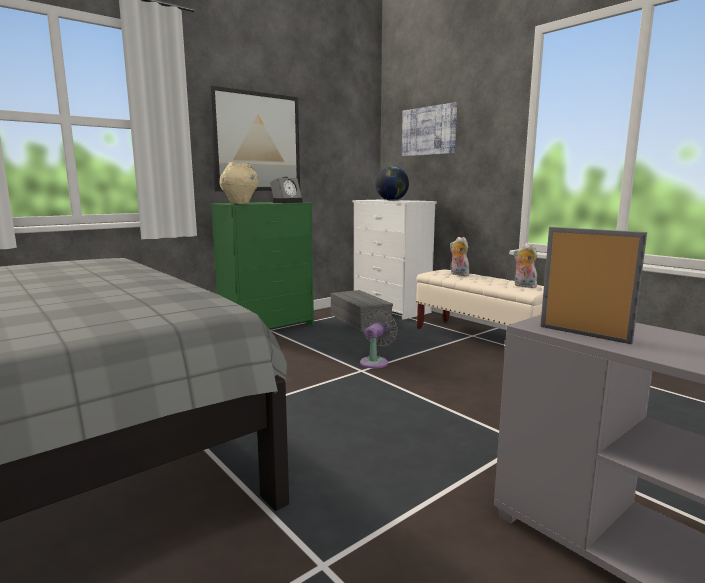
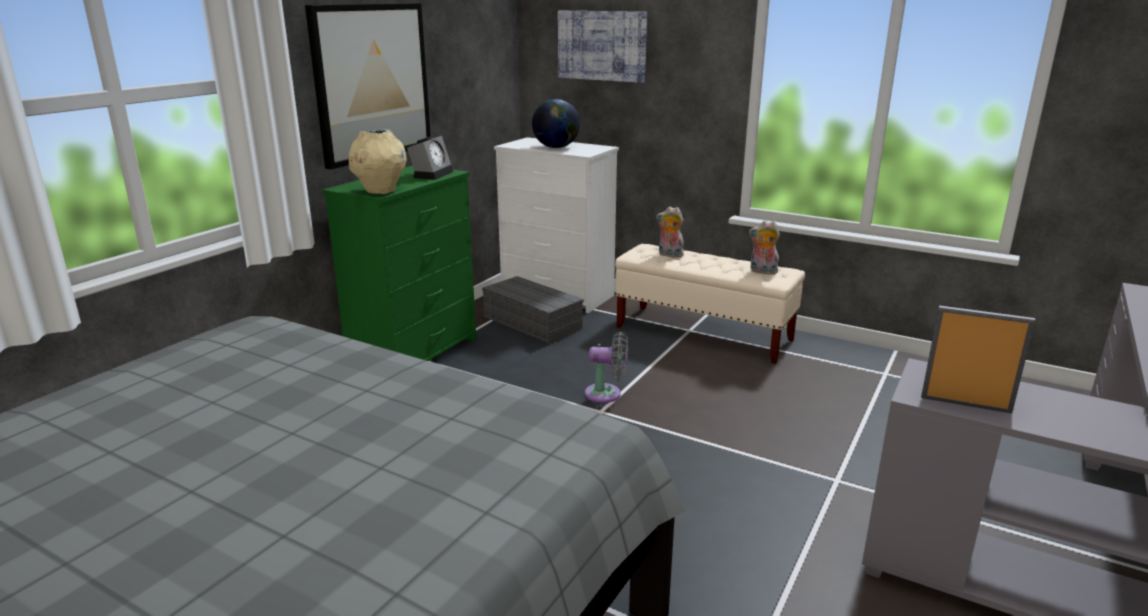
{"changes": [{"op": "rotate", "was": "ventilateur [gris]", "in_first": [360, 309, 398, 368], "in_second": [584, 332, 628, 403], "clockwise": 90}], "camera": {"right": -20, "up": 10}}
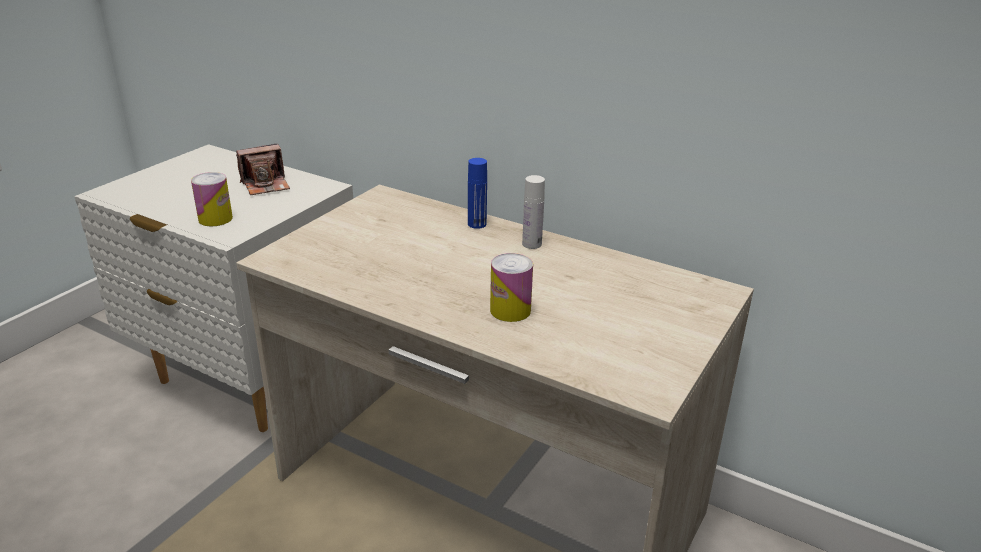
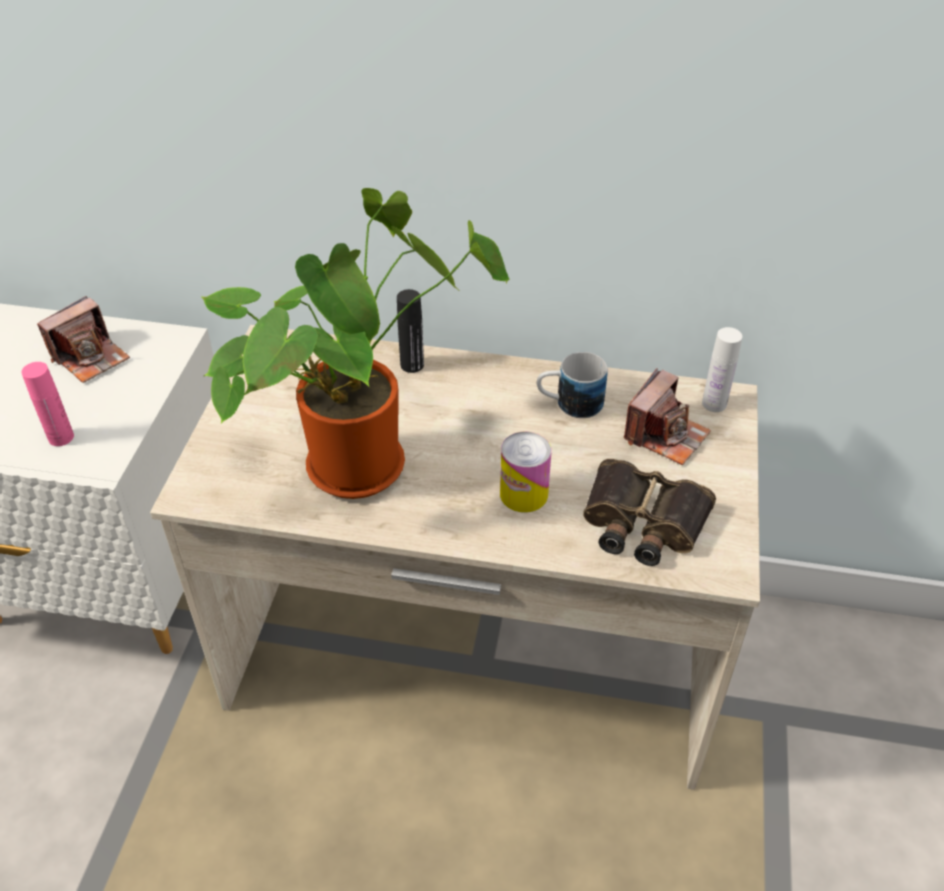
{"changes": [{"op": "recolor", "was": "bouteille [bleu]", "now": "bouteille [noir]", "in_first": [468, 158, 487, 229], "in_second": [397, 289, 424, 373]}, {"op": "replace", "was": "boîte métallique", "now": "bouteille [rose]", "in_first": [191, 172, 233, 226], "in_second": [21, 362, 74, 446]}, {"op": "move", "was": "bouteille [blanc]", "in_first": [522, 175, 545, 249], "in_second": [702, 327, 743, 412]}, {"op": "insert", "now": "plante en pot", "in_second": [202, 188, 510, 499]}, {"op": "insert", "now": "mug", "in_second": [537, 352, 608, 418]}, {"op": "insert", "now": "appareil photo", "in_second": [624, 368, 711, 465]}, {"op": "insert", "now": "jumelles", "in_second": [583, 459, 716, 566]}], "camera": {"right": -20, "up": 15}}
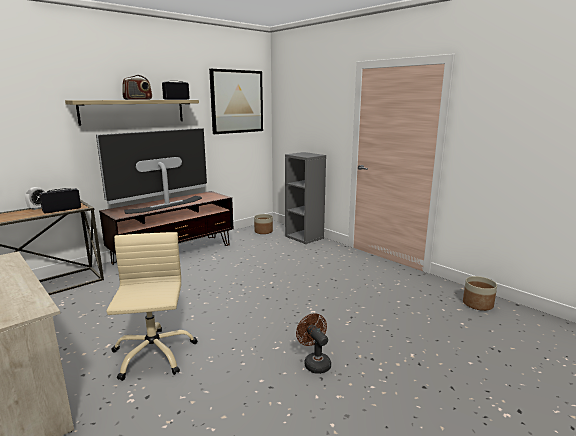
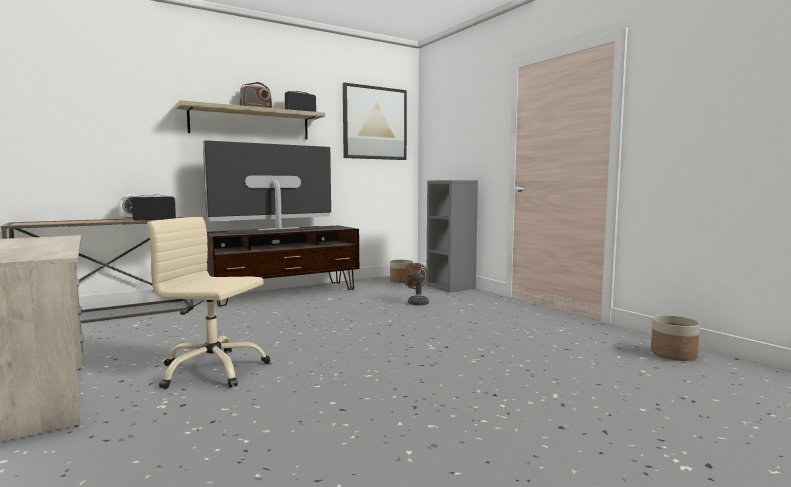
{"changes": [{"op": "rotate", "was": "chaise de bureau [beige]", "in_first": [106, 232, 197, 381], "in_second": [147, 217, 271, 389], "clockwise": -75}, {"op": "move", "was": "ventilateur [marron]", "in_first": [296, 313, 331, 374], "in_second": [402, 263, 429, 306]}], "camera": {"right": 10, "up": -10}}
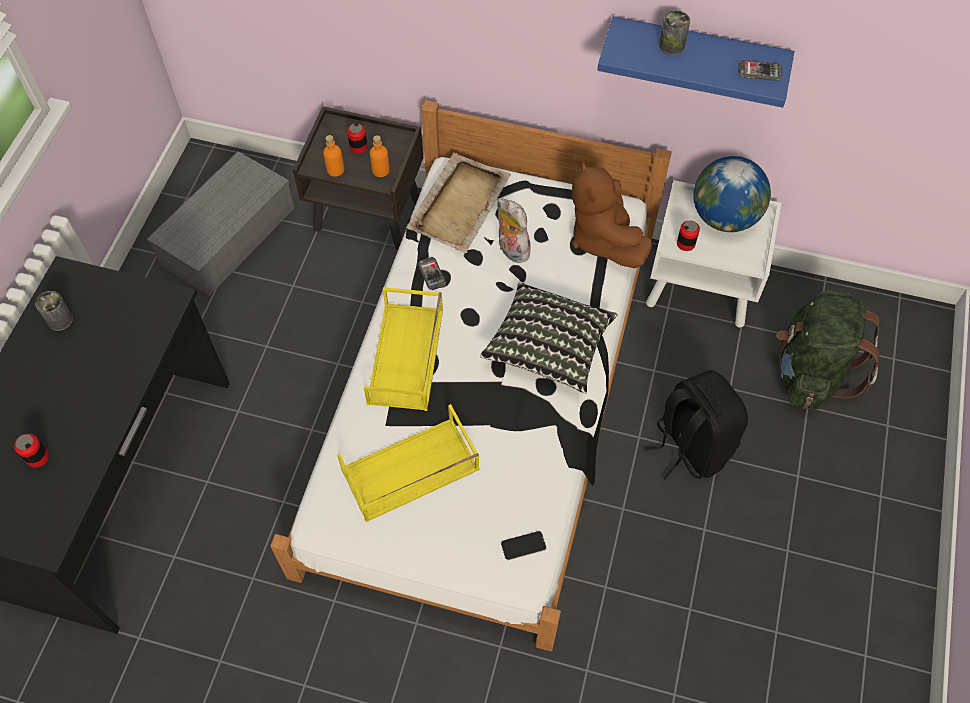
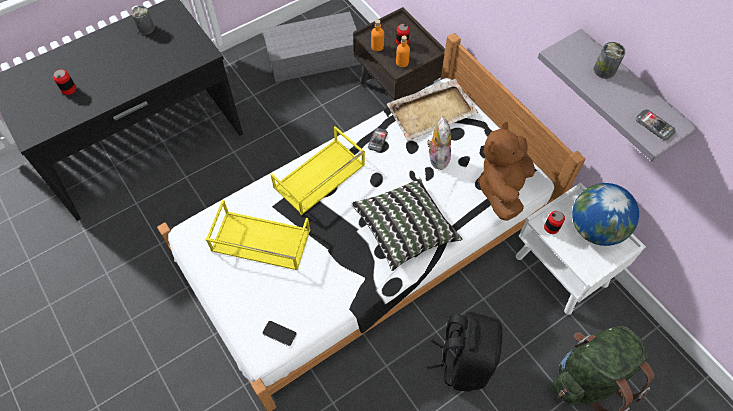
{"changes": [{"op": "recolor", "was": "étagère [bleu]", "now": "étagère [gris]", "in_first": [597, 16, 795, 108], "in_second": [538, 29, 698, 162]}], "camera": {"right": 40, "up": 0}}
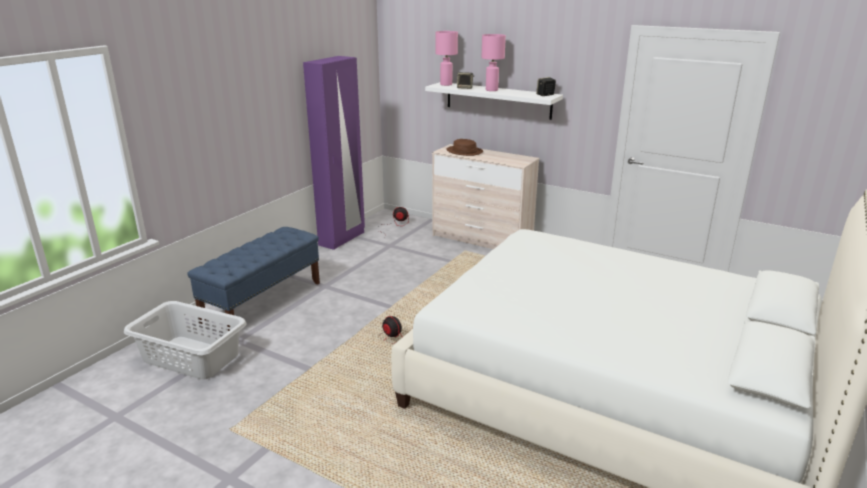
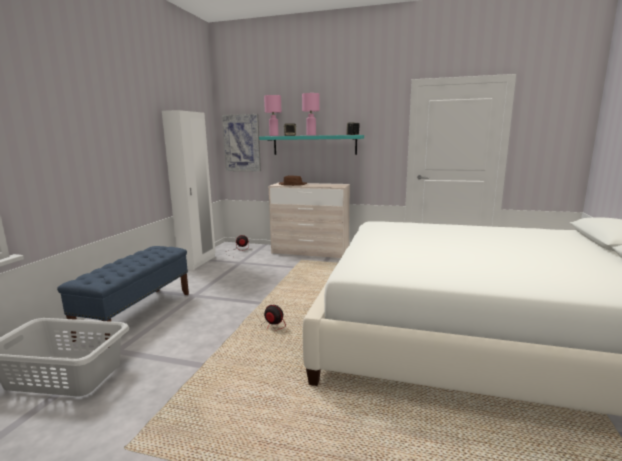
{"changes": [{"op": "recolor", "was": "armoire [violet]", "now": "armoire [blanc]", "in_first": [303, 56, 365, 250], "in_second": [162, 110, 216, 270]}, {"op": "recolor", "was": "étagère [blanc]", "now": "étagère [turquoise]", "in_first": [425, 82, 563, 120], "in_second": [259, 135, 364, 155]}, {"op": "insert", "now": "tableau", "in_second": [222, 114, 261, 171]}], "camera": {"right": -15, "up": -10}}
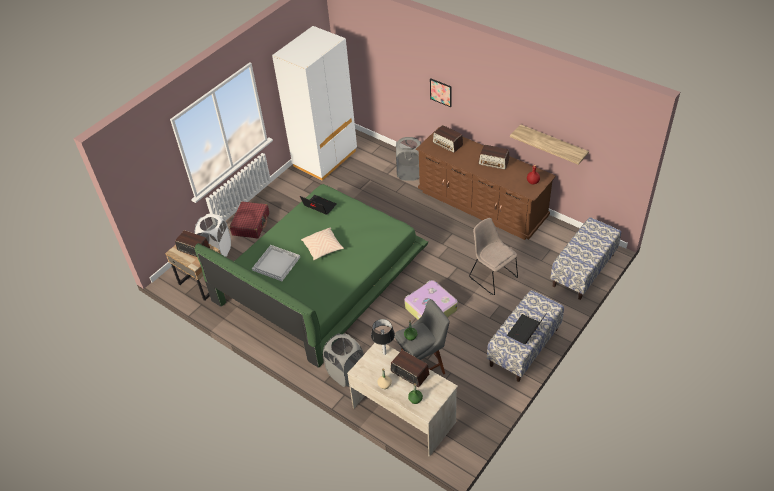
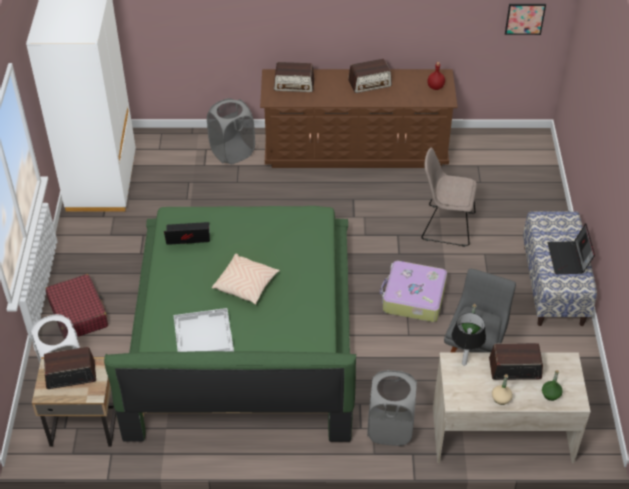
{"changes": [{"op": "move", "was": "tableau", "in_first": [430, 78, 451, 107], "in_second": [505, 4, 546, 35]}, {"op": "delete", "was": "étagère", "in_first": [510, 124, 589, 165]}, {"op": "delete", "was": "banc", "in_first": [550, 217, 621, 300]}], "camera": {"right": -40, "up": 0}}
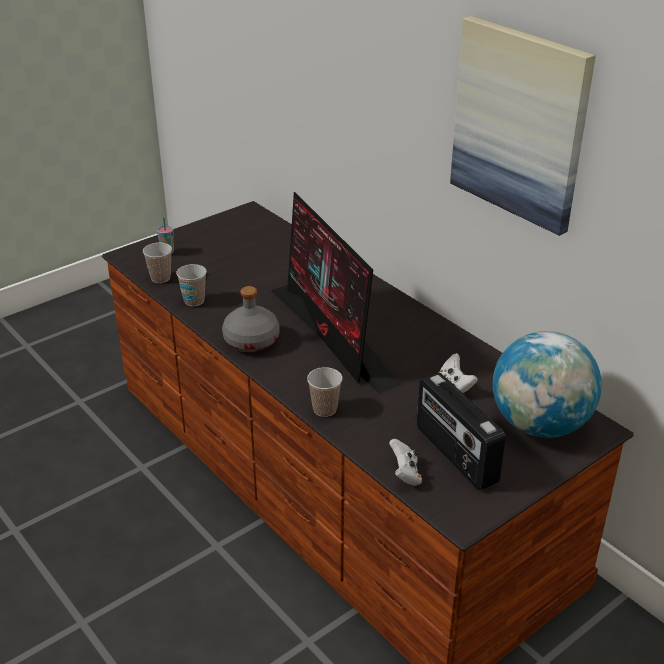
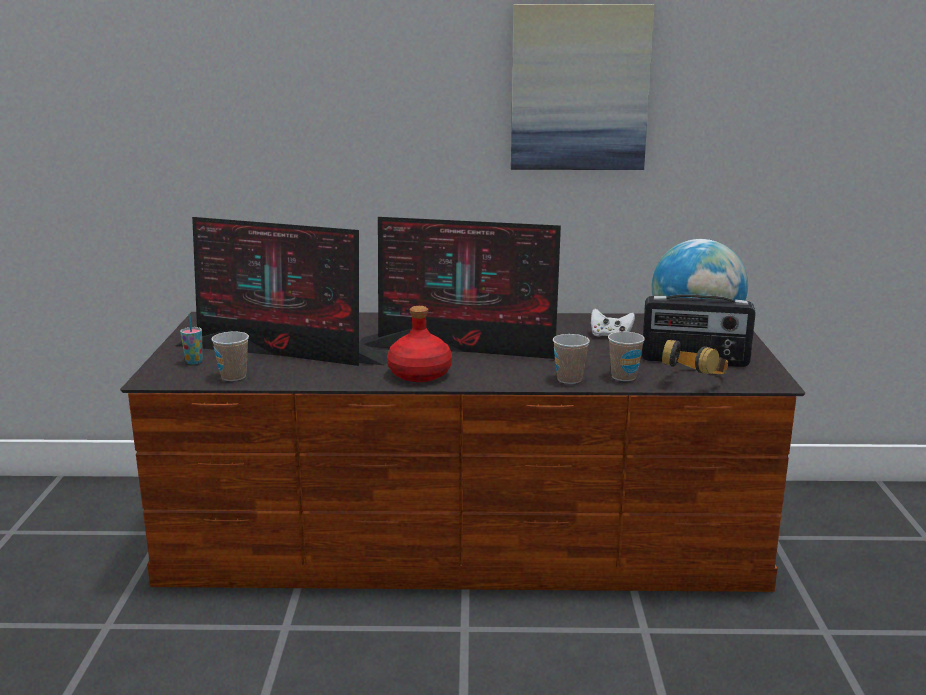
{"changes": [{"op": "move", "was": "tasse", "in_first": [176, 264, 207, 306], "in_second": [608, 332, 645, 381]}, {"op": "recolor", "was": "bouteille [gris]", "now": "bouteille [rouge]", "in_first": [222, 286, 279, 352], "in_second": [387, 306, 452, 382]}, {"op": "replace", "was": "manette [blanc]", "now": "casque audio", "in_first": [389, 439, 422, 486], "in_second": [662, 339, 728, 375]}, {"op": "insert", "now": "écran d'ordinateur", "in_second": [175, 217, 388, 366]}], "camera": {"right": -50, "up": -15}}
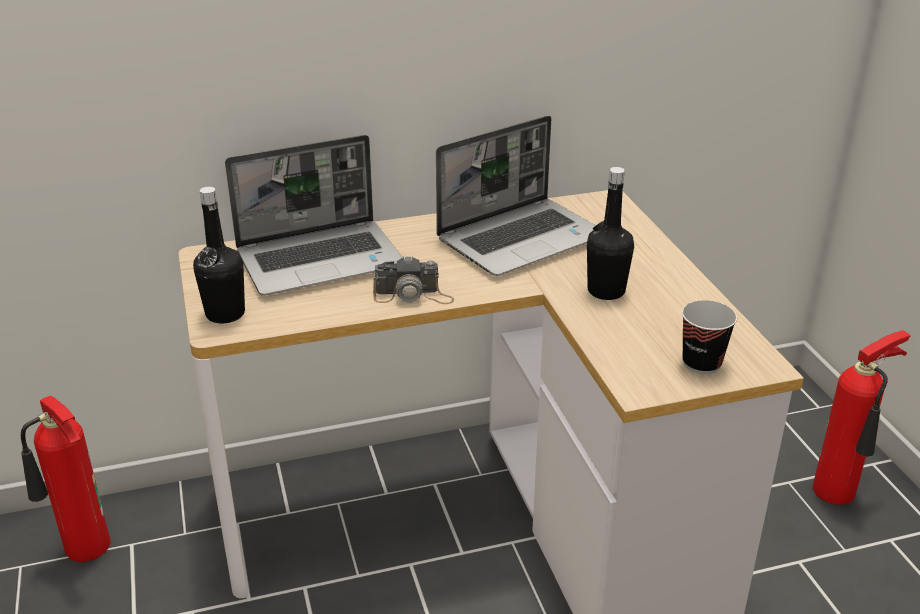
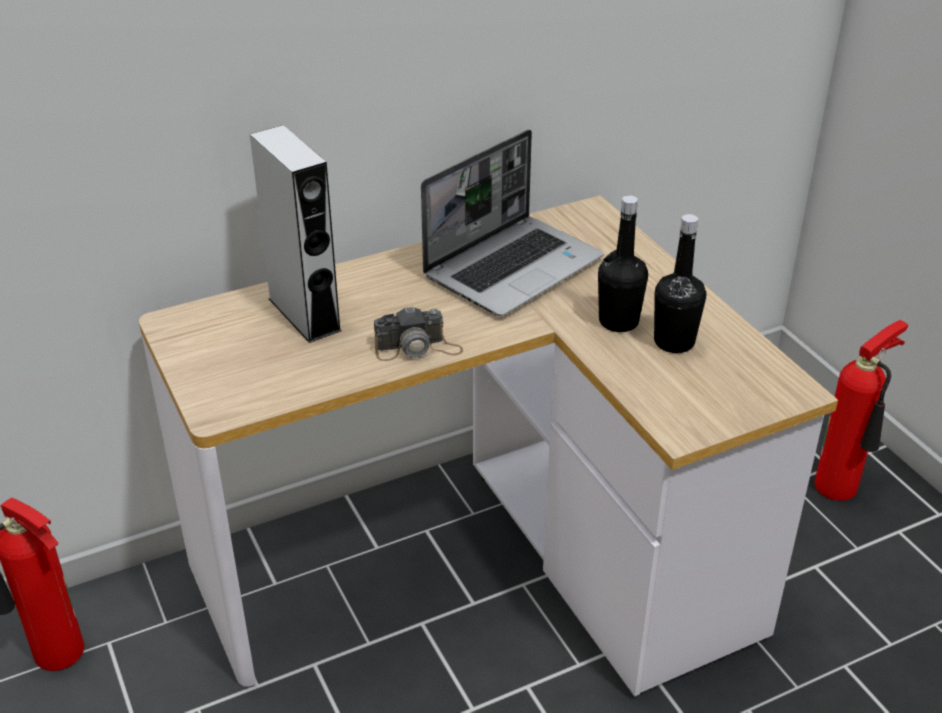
{"changes": [{"op": "replace", "was": "ordinateur portable", "now": "enceinte [gris]", "in_first": [225, 135, 403, 296], "in_second": [250, 125, 342, 343]}, {"op": "move", "was": "bouteille [noir]", "in_first": [193, 187, 245, 323], "in_second": [654, 214, 706, 353]}, {"op": "delete", "was": "tasse", "in_first": [682, 300, 737, 374]}], "camera": {"right": -10, "up": 5}}
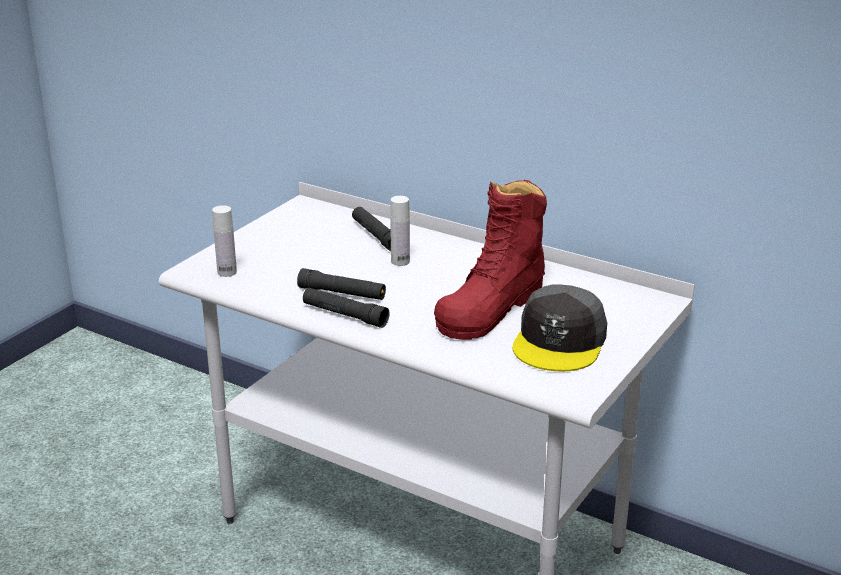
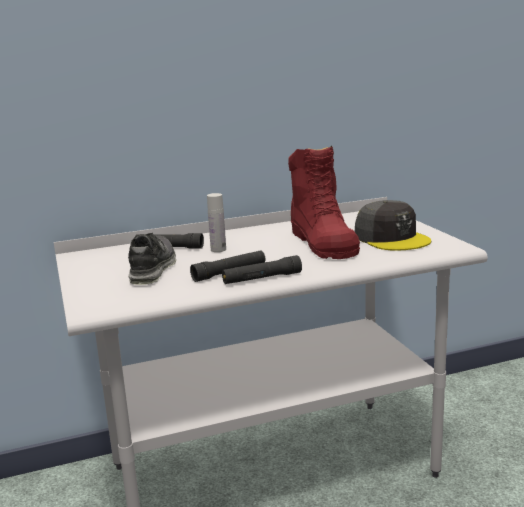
{"changes": [{"op": "delete", "was": "bouteille [blanc]", "in_first": [212, 205, 237, 277]}, {"op": "insert", "now": "chaussure", "in_second": [128, 233, 176, 285]}], "camera": {"right": -50, "up": -10}}
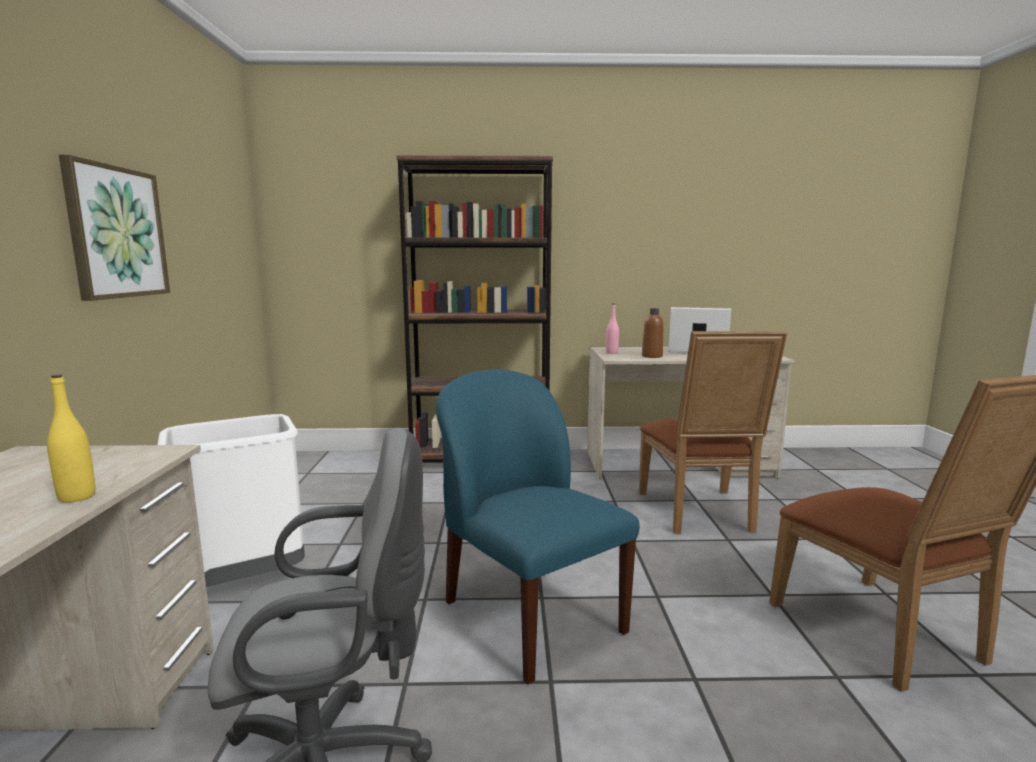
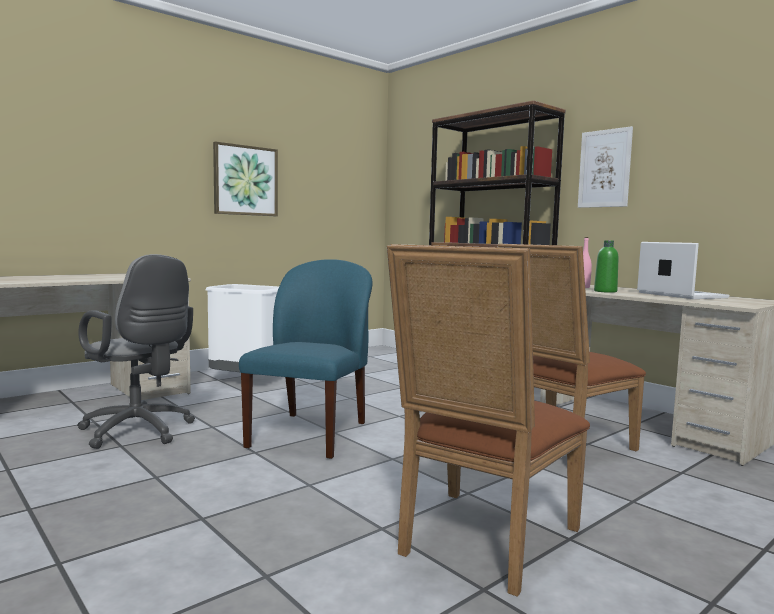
{"changes": [{"op": "recolor", "was": "bouteille [marron]", "now": "bouteille [vert]", "in_first": [642, 308, 663, 358], "in_second": [594, 240, 619, 293]}, {"op": "delete", "was": "bouteille [jaune]", "in_first": [47, 374, 95, 503]}, {"op": "insert", "now": "tableau", "in_second": [578, 126, 633, 208]}], "camera": {"right": 50, "up": -5}}
